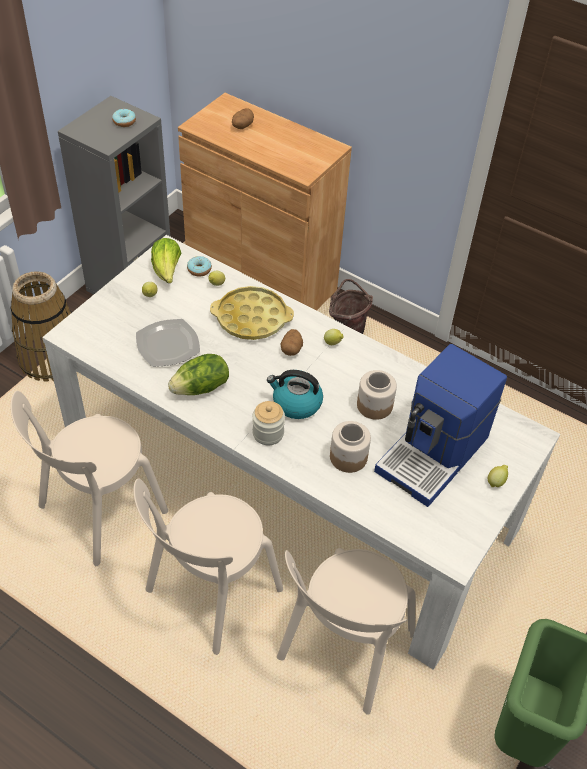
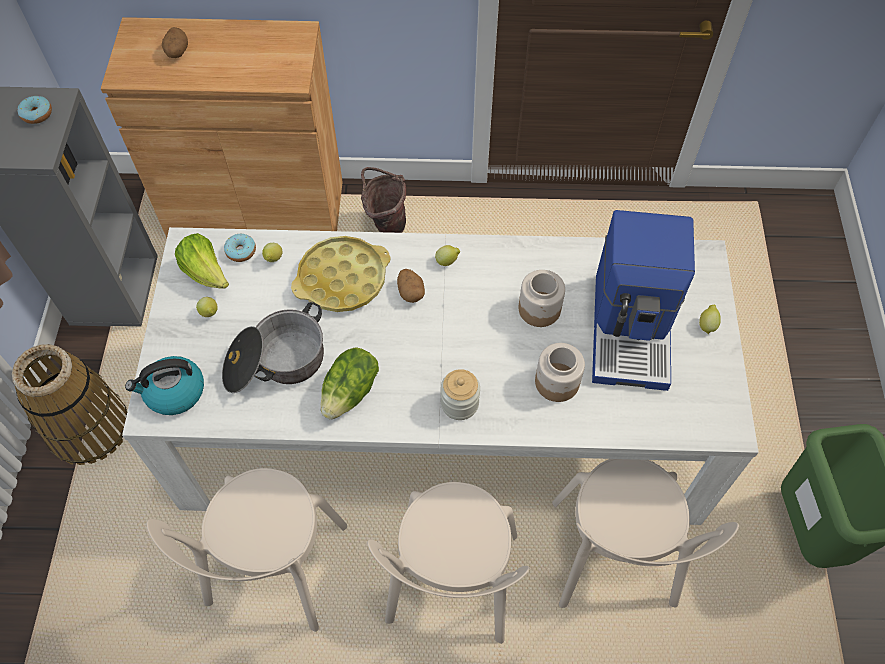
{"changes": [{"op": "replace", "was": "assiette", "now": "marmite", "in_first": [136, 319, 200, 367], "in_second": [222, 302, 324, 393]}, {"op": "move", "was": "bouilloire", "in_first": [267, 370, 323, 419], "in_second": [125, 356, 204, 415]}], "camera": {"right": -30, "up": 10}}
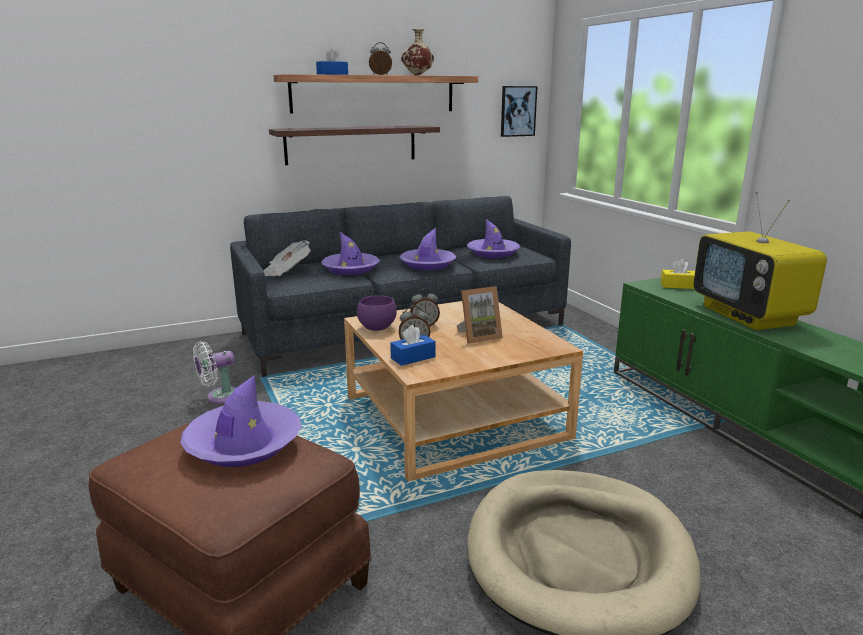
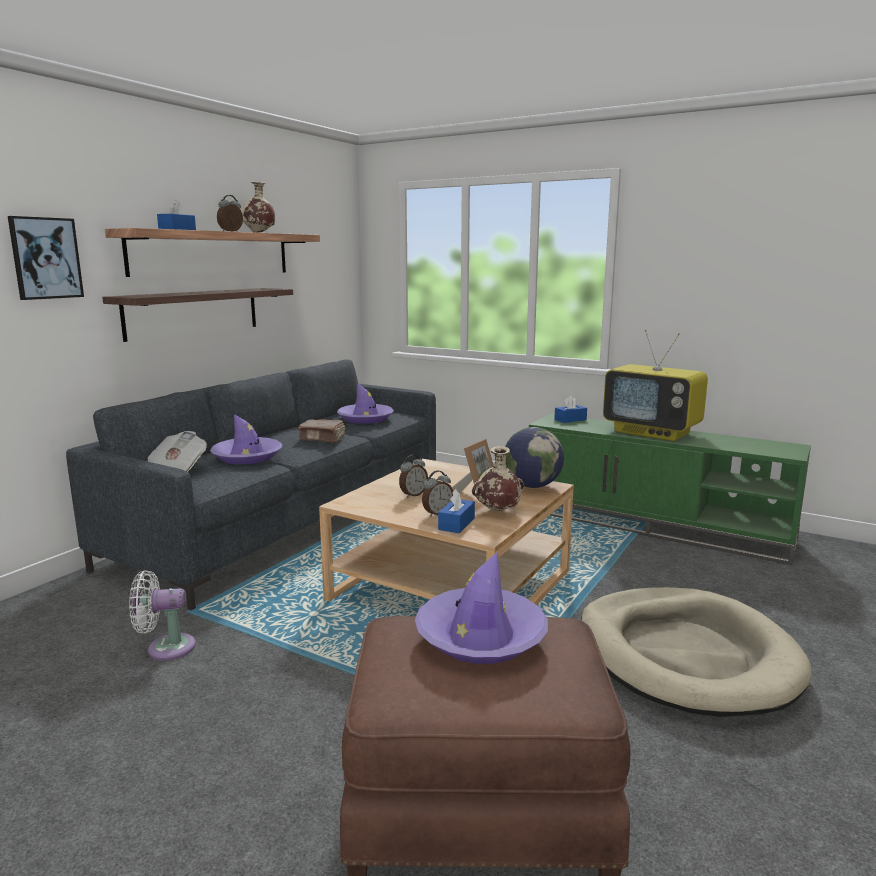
{"changes": [{"op": "move", "was": "tableau", "in_first": [501, 86, 538, 137], "in_second": [8, 216, 84, 300]}, {"op": "replace", "was": "chapeau [violet]", "now": "livre [marron]", "in_first": [399, 228, 456, 270], "in_second": [297, 419, 345, 443]}, {"op": "recolor", "was": "boîte à mouchoirs [jaune]", "now": "boîte à mouchoirs [bleu]", "in_first": [660, 259, 695, 289], "in_second": [554, 396, 587, 423]}, {"op": "delete", "was": "bol [violet]", "in_first": [357, 296, 397, 331]}, {"op": "rotate", "was": "ventilateur [blanc]", "in_first": [193, 341, 237, 404], "in_second": [129, 570, 196, 661], "clockwise": 60}, {"op": "insert", "now": "globe", "in_second": [505, 427, 564, 488]}, {"op": "insert", "now": "vase [beige]", "in_second": [472, 446, 524, 511]}], "camera": {"right": -35, "up": -5}}
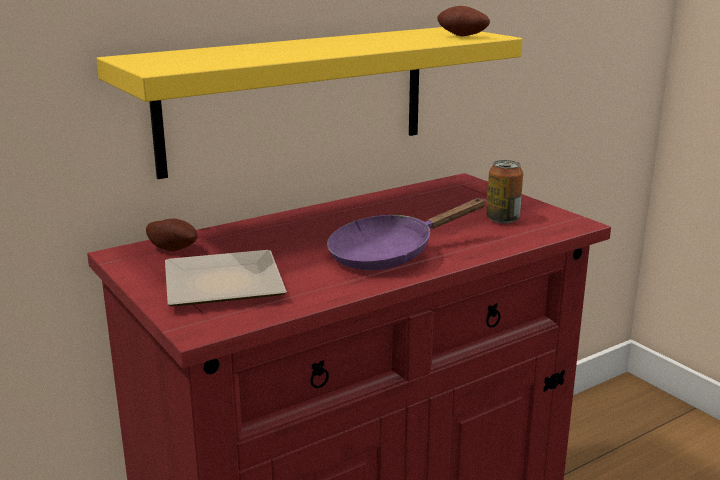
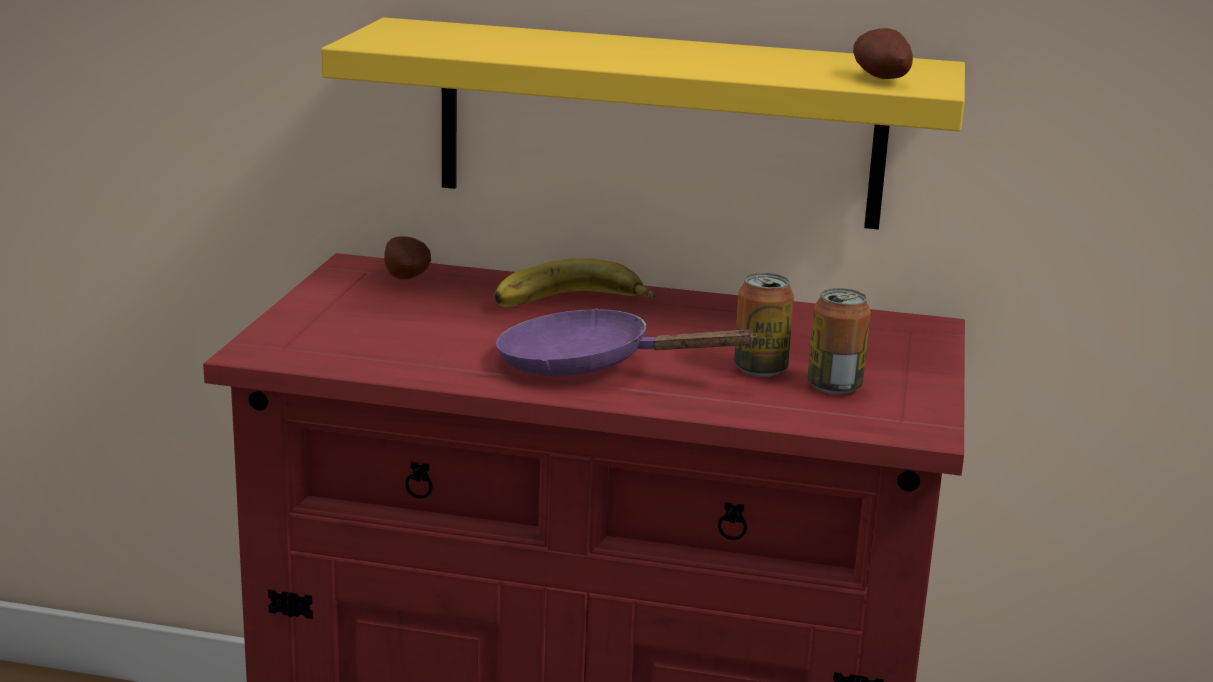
{"changes": [{"op": "delete", "was": "assiette", "in_first": [165, 250, 287, 306]}, {"op": "insert", "now": "banane", "in_second": [494, 258, 655, 307]}, {"op": "insert", "now": "boîte métallique", "in_second": [734, 273, 794, 377]}], "camera": {"right": 45, "up": 0}}
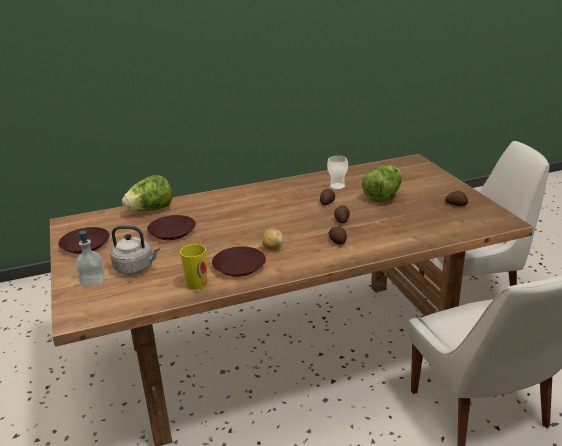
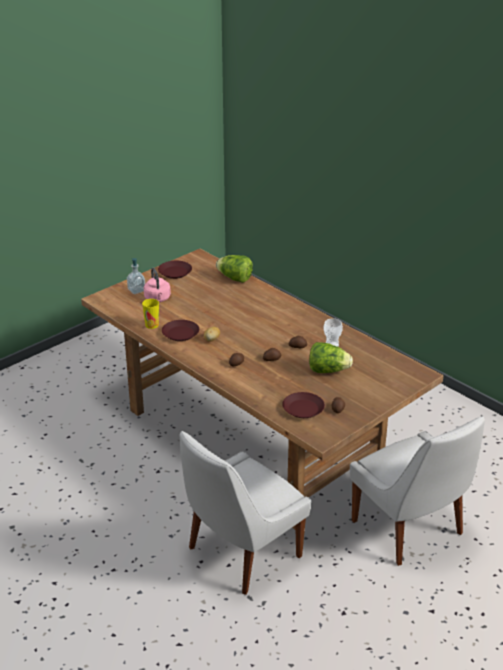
{"changes": [{"op": "move", "was": "assiette [marron]", "in_first": [147, 215, 196, 240], "in_second": [282, 392, 325, 418]}, {"op": "recolor", "was": "bouilloire [gris]", "now": "bouilloire [rose]", "in_first": [110, 225, 160, 275], "in_second": [144, 268, 171, 302]}], "camera": {"right": 65, "up": 5}}
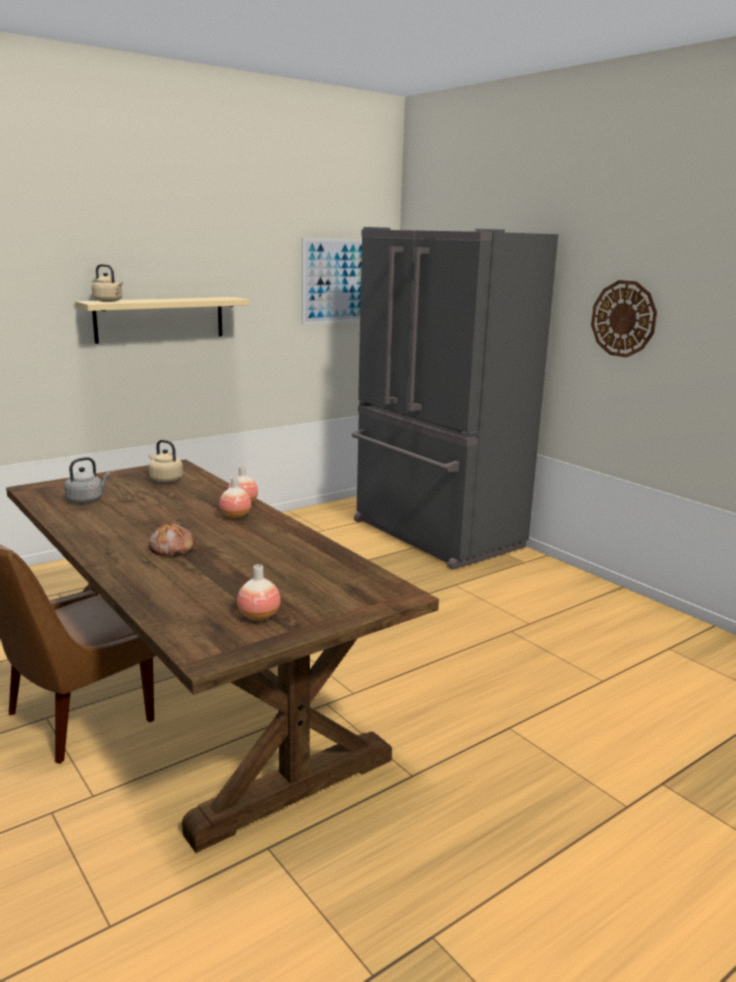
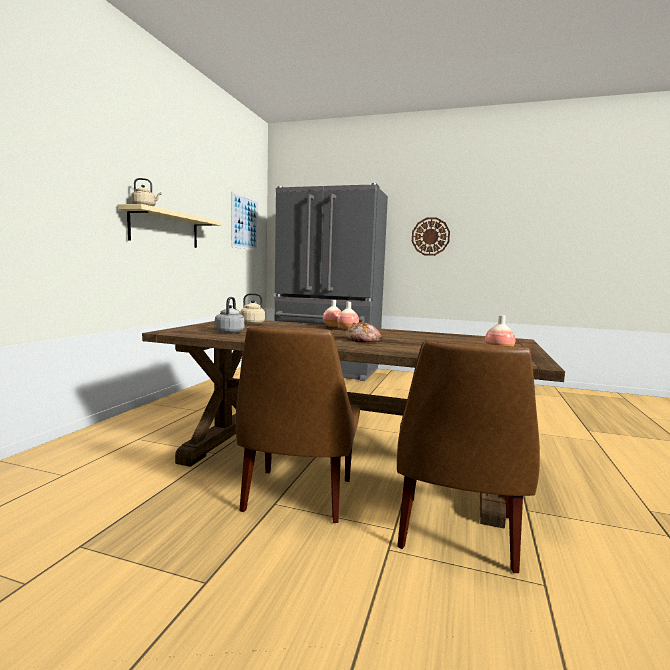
{"changes": [{"op": "insert", "now": "chaise [marron]", "in_second": [397, 340, 540, 573]}], "camera": {"right": -35, "up": -10}}
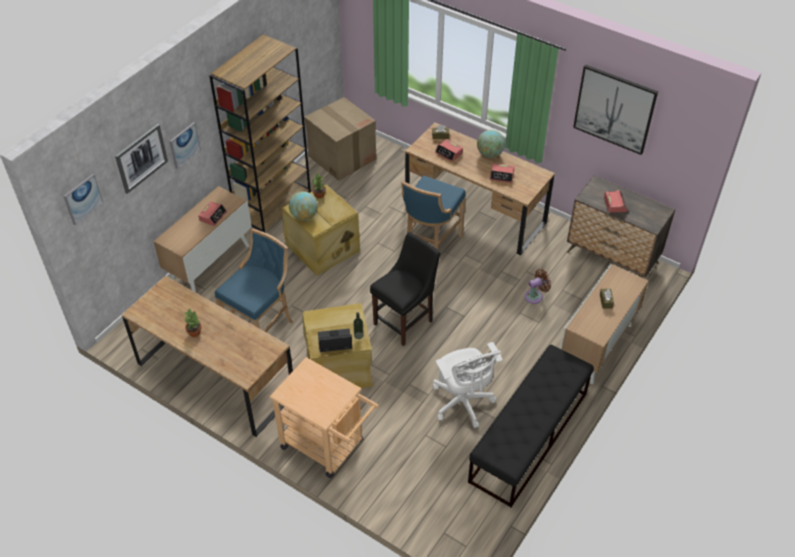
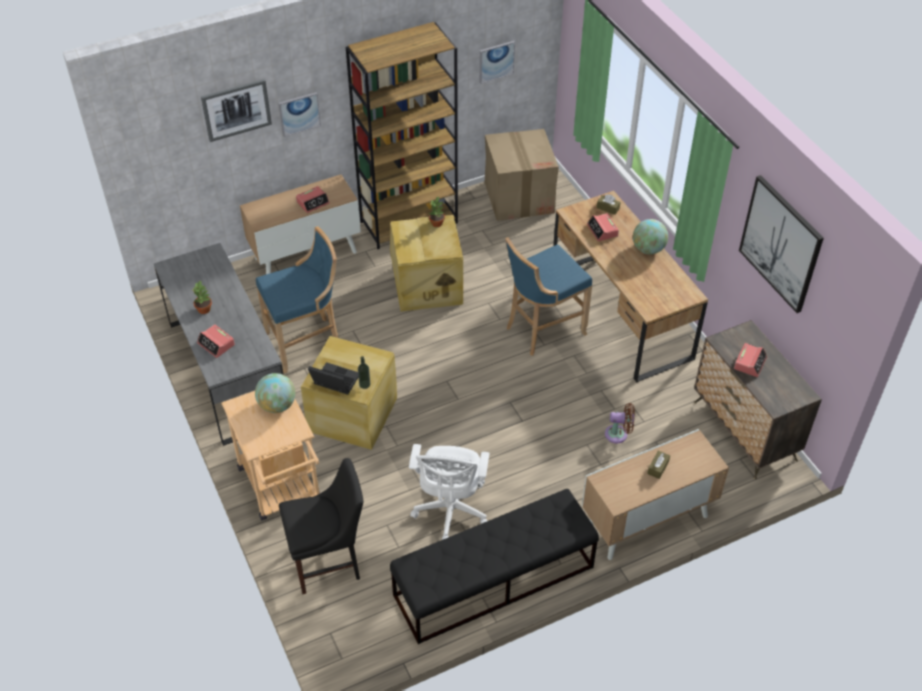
{"changes": [{"op": "move", "was": "réveil", "in_first": [490, 163, 515, 183], "in_second": [197, 324, 235, 358]}, {"op": "move", "was": "tableau", "in_first": [63, 174, 103, 225], "in_second": [479, 41, 515, 84]}, {"op": "move", "was": "globe", "in_first": [289, 191, 318, 220], "in_second": [255, 373, 295, 413]}, {"op": "move", "was": "chaise [noir]", "in_first": [370, 232, 440, 346], "in_second": [279, 458, 364, 594]}, {"op": "recolor", "was": "bureau [marron]", "now": "bureau [gris]", "in_first": [122, 276, 293, 437], "in_second": [154, 243, 284, 446]}], "camera": {"right": 30, "up": 0}}
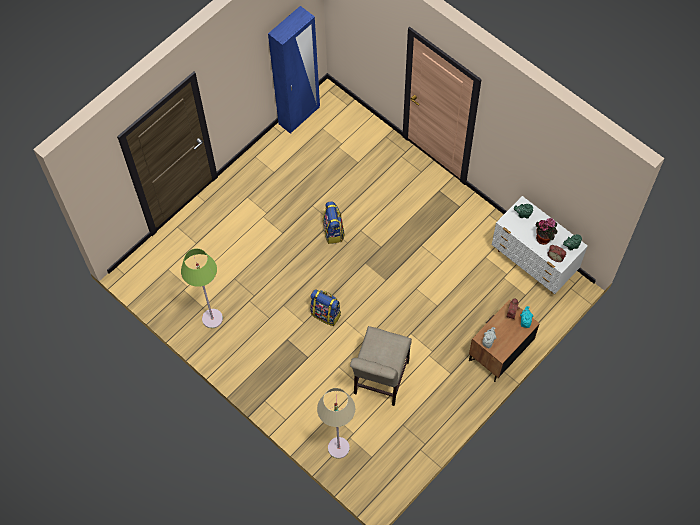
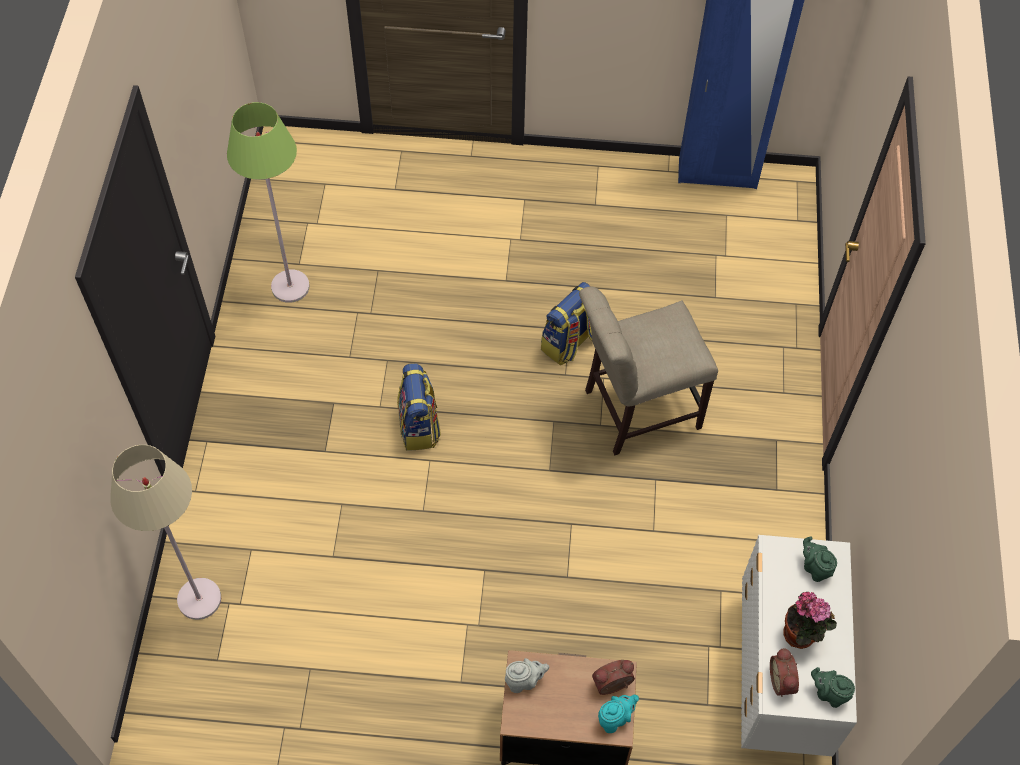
{"changes": [{"op": "move", "was": "chaise [beige]", "in_first": [350, 326, 412, 406], "in_second": [579, 287, 718, 455]}], "camera": {"right": 50, "up": -5}}
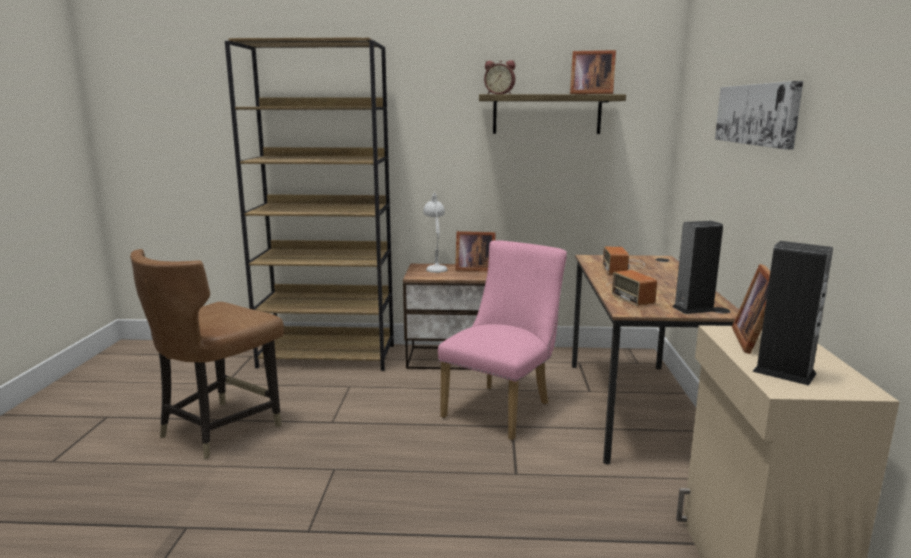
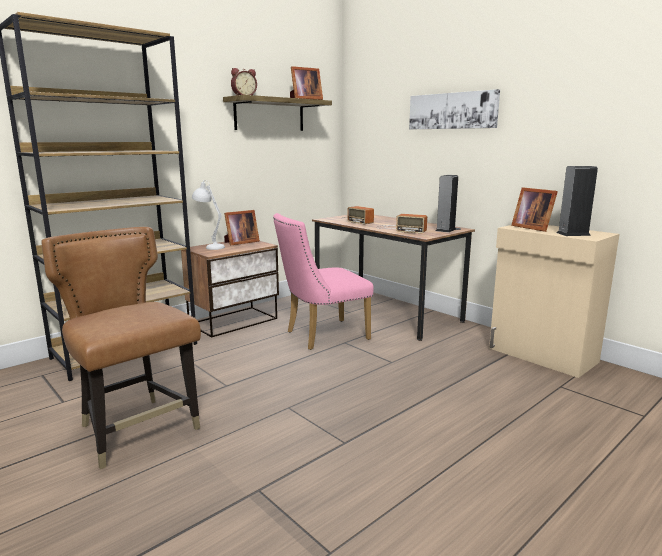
{"changes": [{"op": "rotate", "was": "chaise [rose]", "in_first": [438, 240, 567, 440], "in_second": [273, 213, 374, 350], "clockwise": -105}, {"op": "rotate", "was": "chaise [marron]", "in_first": [130, 249, 284, 459], "in_second": [41, 227, 201, 469], "clockwise": 150}], "camera": {"right": -45, "up": 0}}
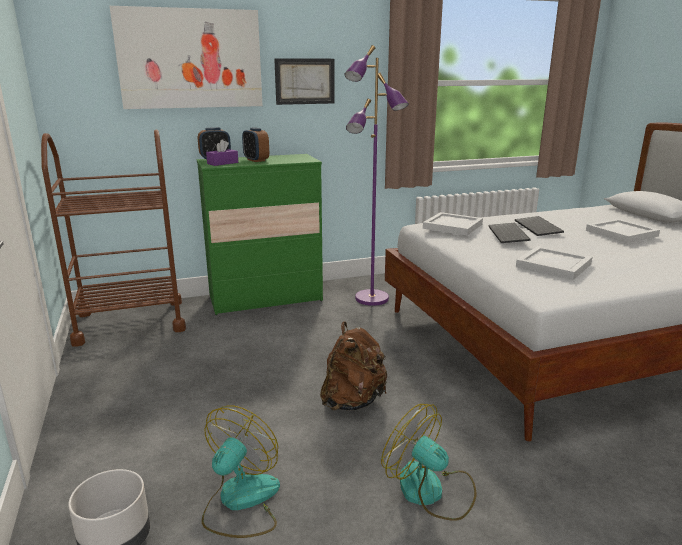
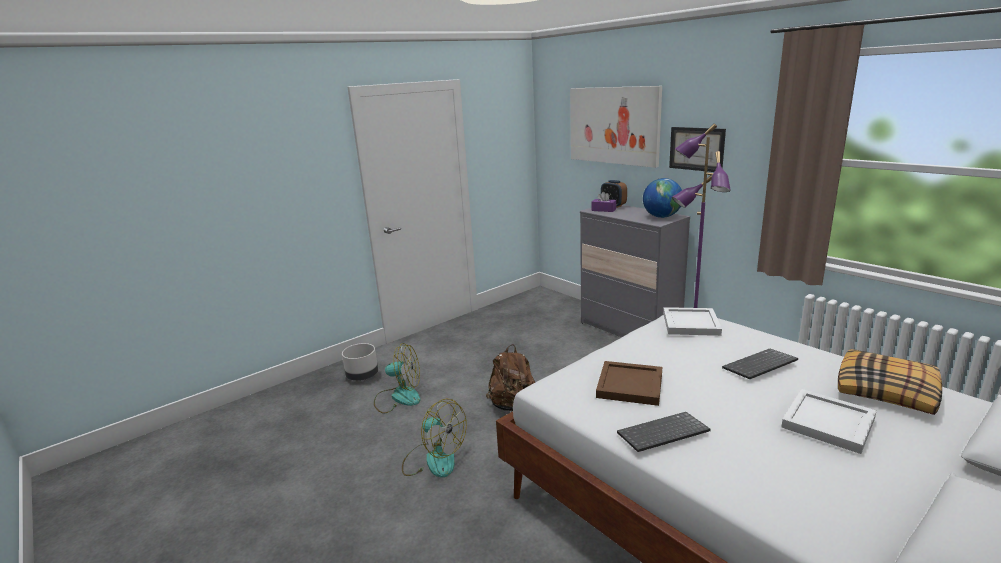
{"changes": [{"op": "delete", "was": "réveil", "in_first": [242, 127, 269, 162]}, {"op": "delete", "was": "chariot [marron]", "in_first": [41, 130, 186, 347]}, {"op": "recolor", "was": "commode [vert]", "now": "commode [gris]", "in_first": [197, 154, 323, 315], "in_second": [580, 205, 690, 337]}, {"op": "move", "was": "clavier", "in_first": [488, 223, 530, 243], "in_second": [617, 412, 711, 452]}, {"op": "recolor", "was": "plateau [blanc]", "now": "plateau [marron]", "in_first": [516, 246, 592, 280], "in_second": [596, 361, 662, 406]}, {"op": "rotate", "was": "ventilateur", "in_first": [381, 404, 476, 521], "in_second": [402, 399, 467, 477], "clockwise": 105}, {"op": "insert", "now": "globe", "in_second": [643, 178, 682, 218]}, {"op": "insert", "now": "coussin", "in_second": [838, 349, 942, 415]}], "camera": {"right": 70, "up": 0}}
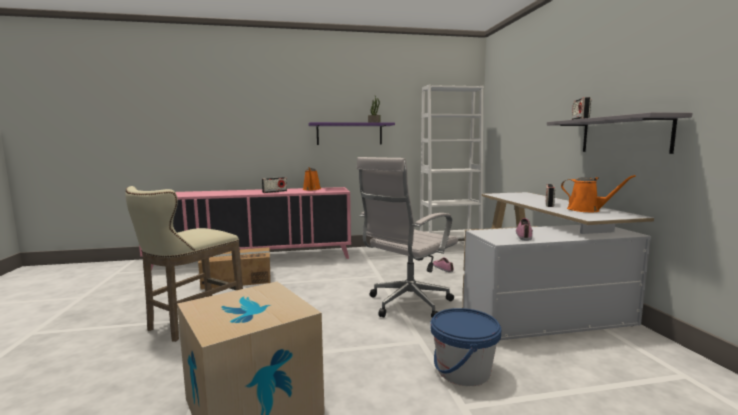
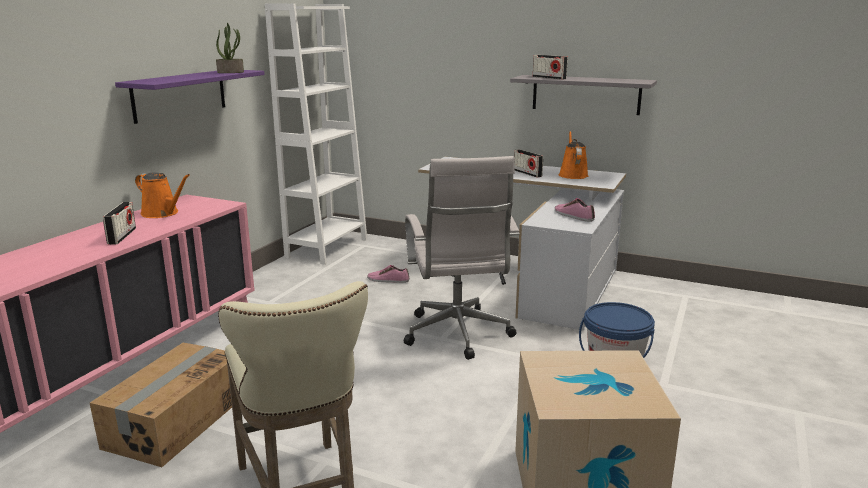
{"changes": [{"op": "rotate", "was": "arrosoir [orange]", "in_first": [561, 175, 636, 212], "in_second": [559, 131, 588, 179], "clockwise": -75}], "camera": {"right": -55, "up": 10}}
